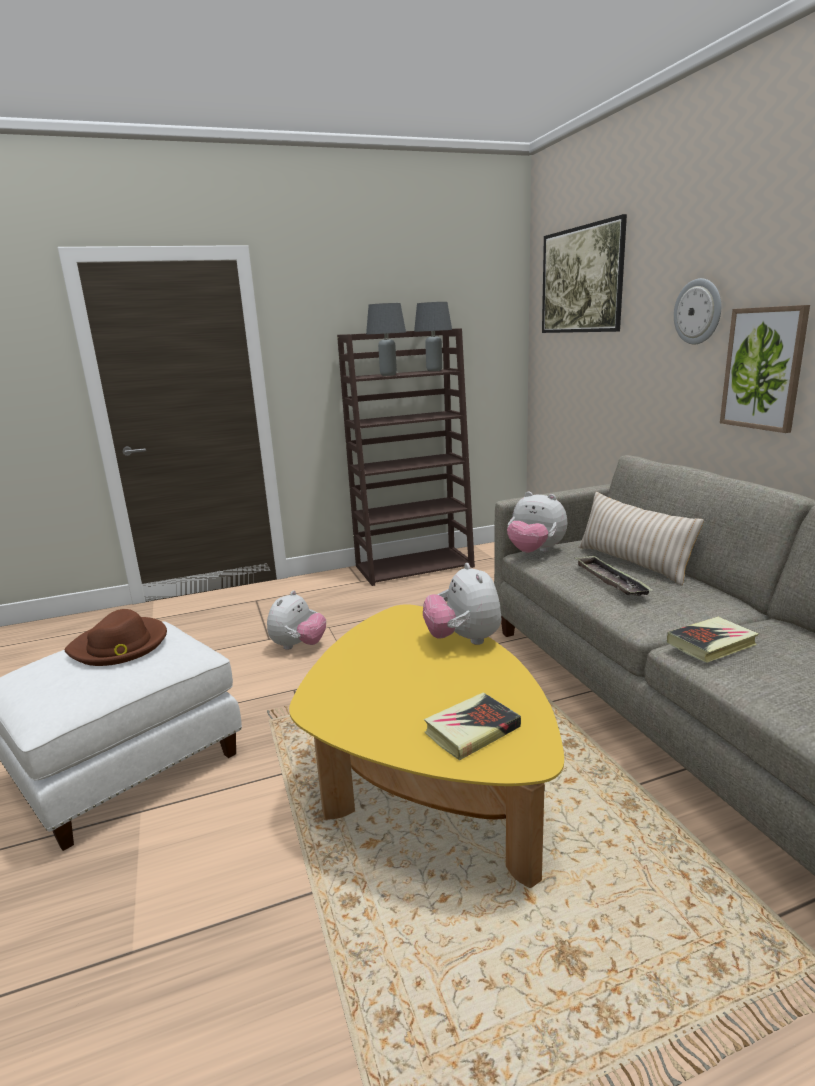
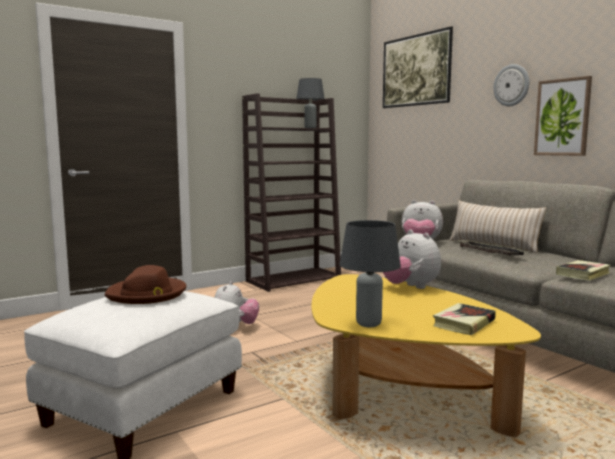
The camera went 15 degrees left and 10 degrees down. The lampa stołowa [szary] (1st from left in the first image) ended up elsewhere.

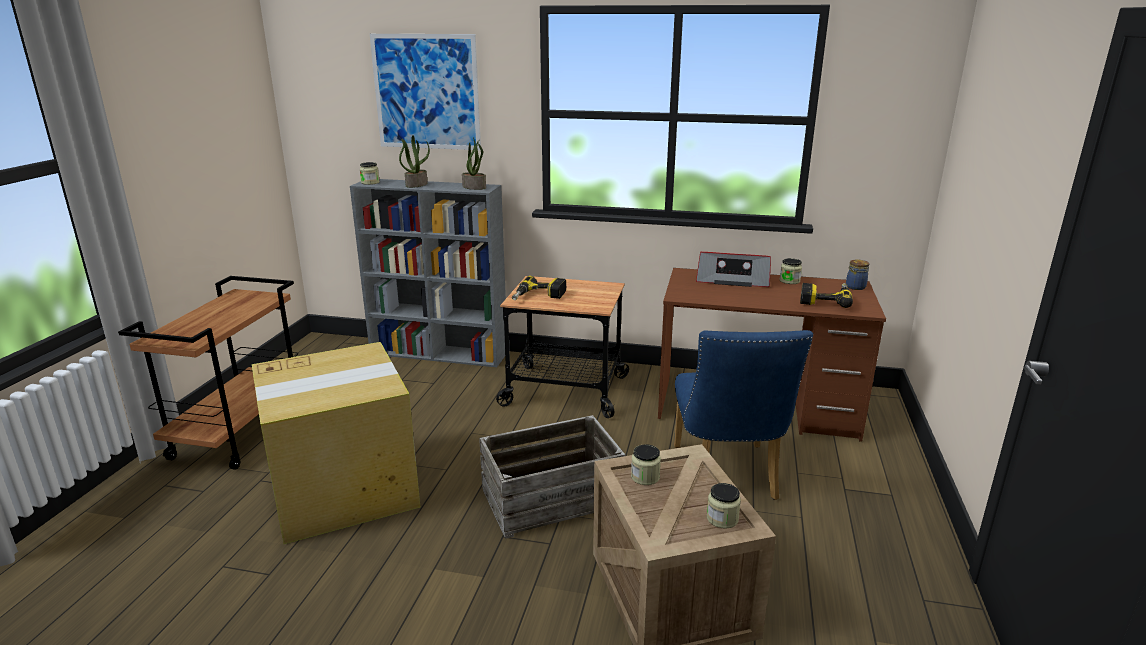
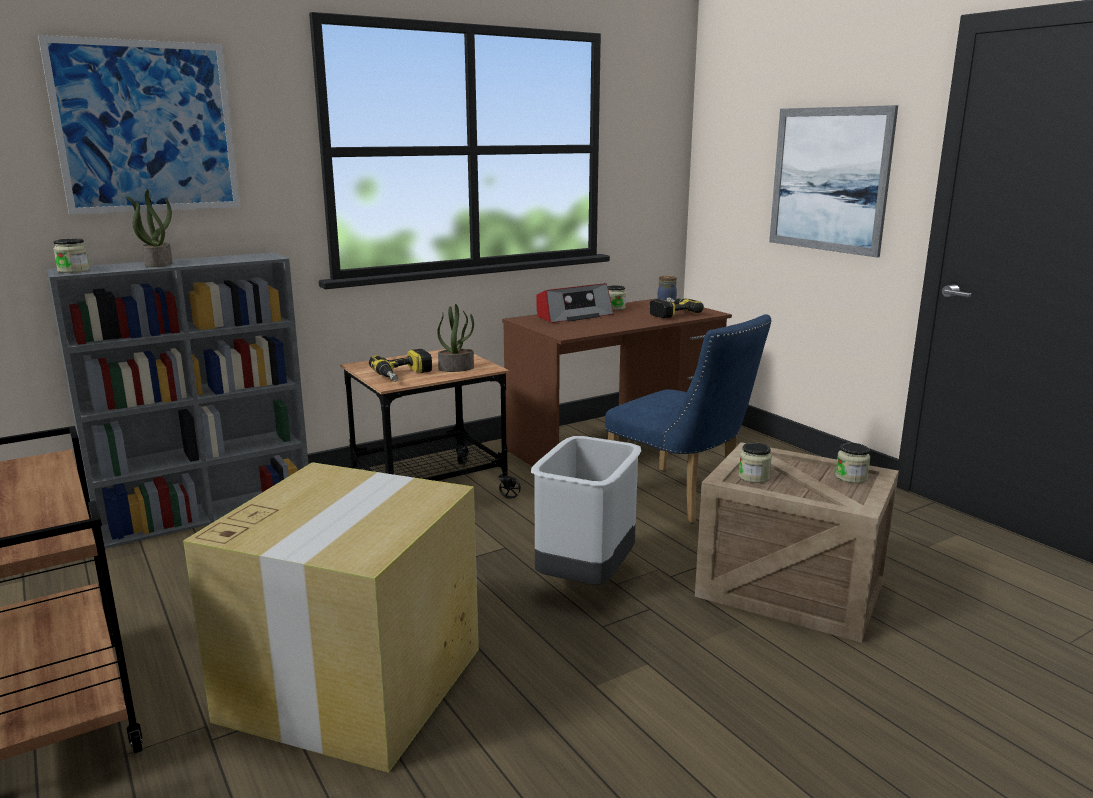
The camera went 45 degrees left and 5 degrees down. The roślina doniczkowa (2nd from left) ended up elsewhere. Where the skrzynka (1st from left) stood, the kosz na śmieci [szary] came to stand. The second view gained the obraz (2nd from left).

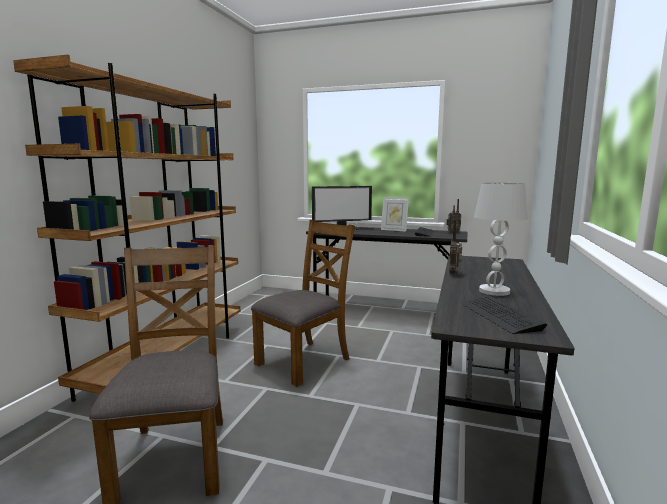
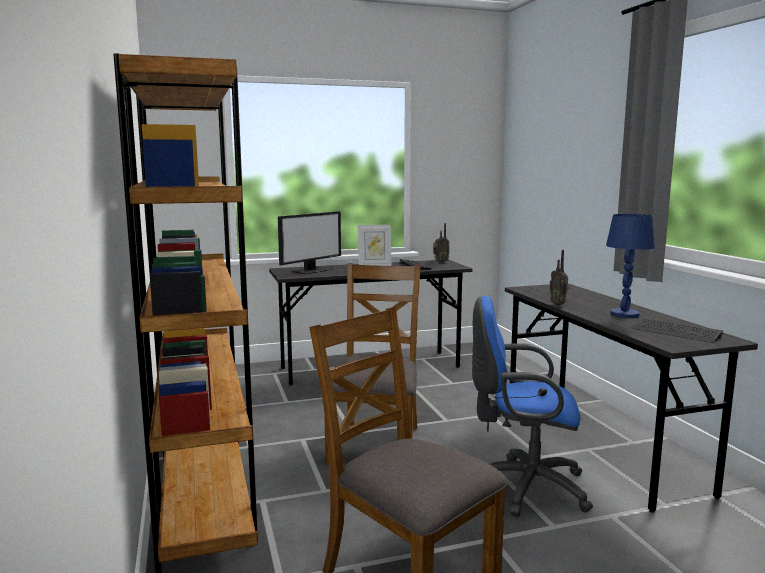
The camera went 35 degrees left and 0 degrees up. The second view gained the krzesło biurowe [niebieski]. What was the lampa stołowa [biały] turned into the lampa stołowa [niebieski].

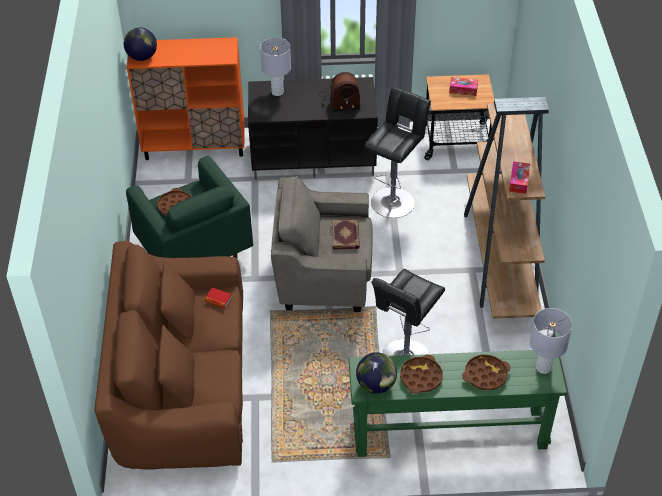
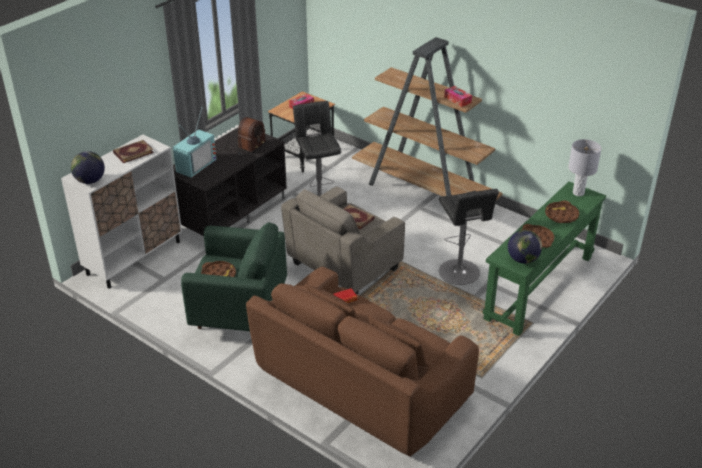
The camera went 50 degrees left and 10 degrees down. What was the szafka [pomarańczowy] turned into the szafka [biały]. The second view gained the książka (1st from left). Where the lampa stołowa [szary] (1st from left) stood, the telewizor came to stand.

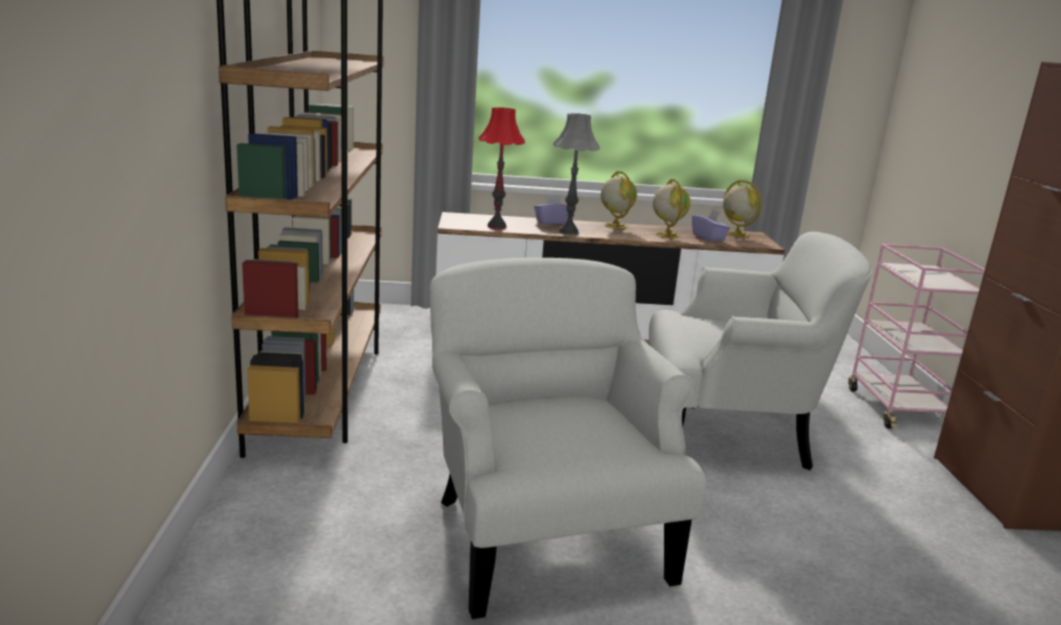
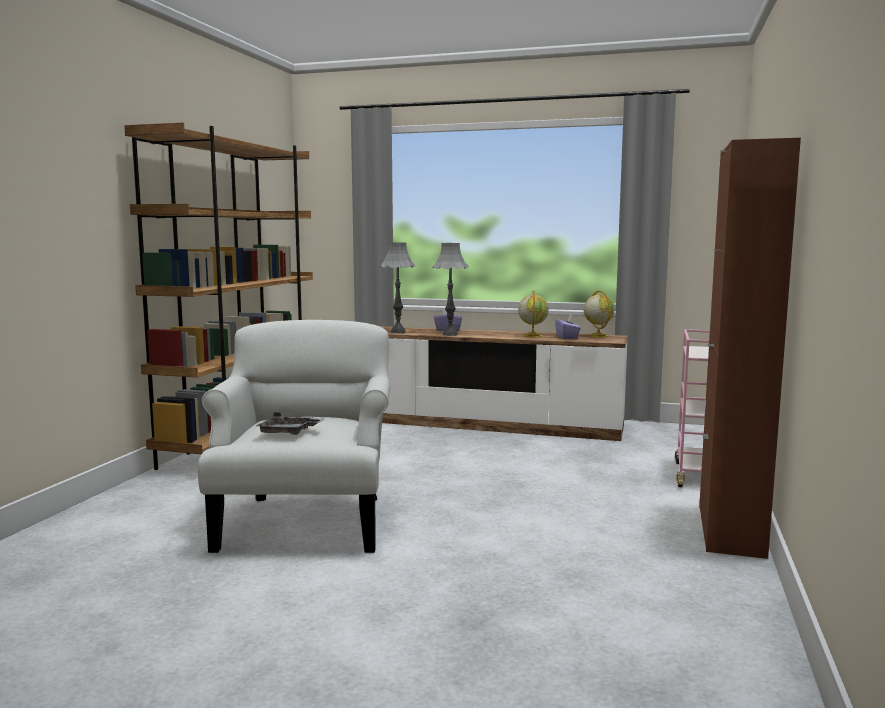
The camera went 20 degrees right and 10 degrees down. The second view gained the taca [szary]. What was the lampa stołowa [czerwony] turned into the lampa stołowa [szary] (1st from left). The second view lost the globus (1st from left). The second view lost the fotel [biały] (2nd from left).

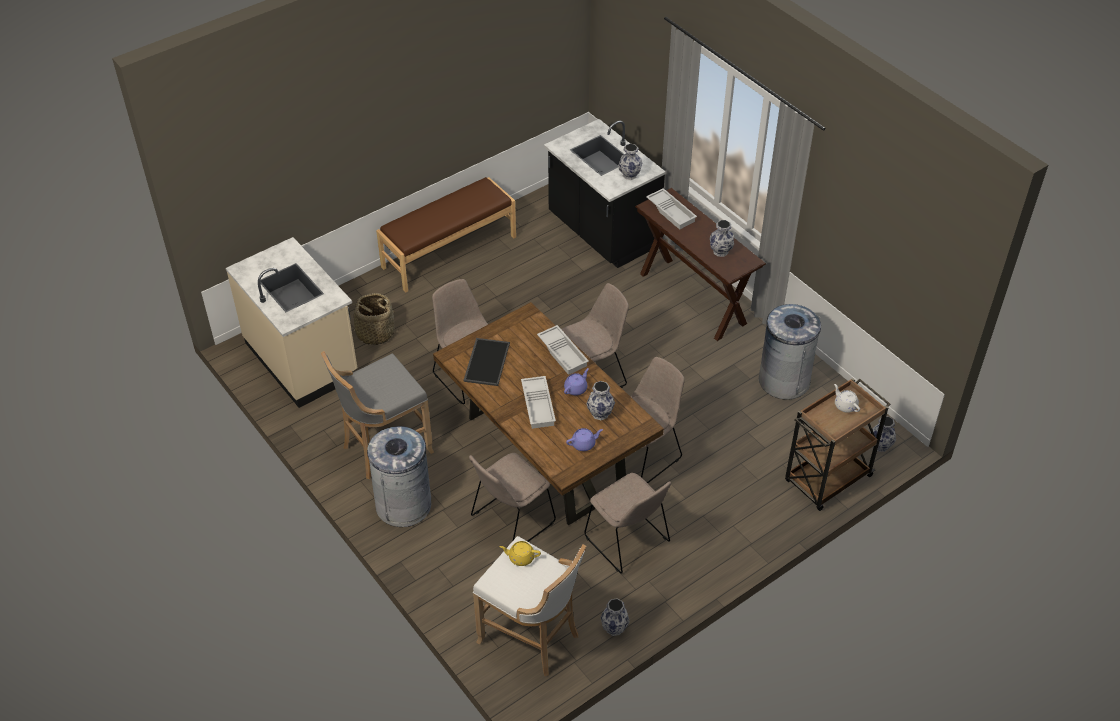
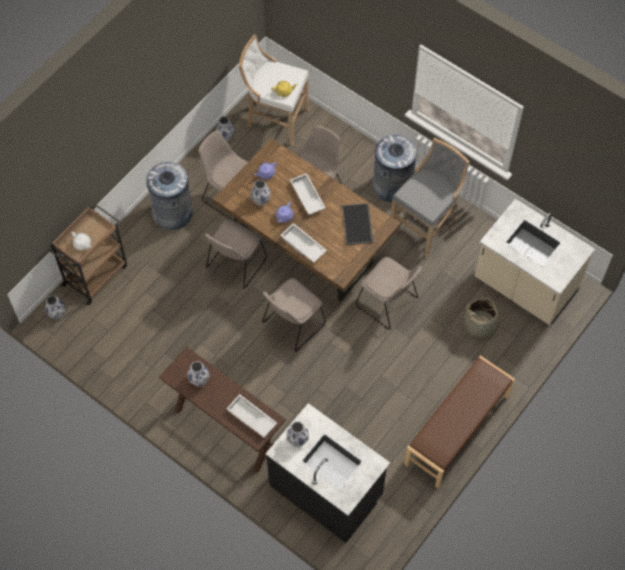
The camera went 165 degrees right and 15 degrees up. The kosz na śmieci [szary] (2nd from left in the first image) ended up elsewhere.

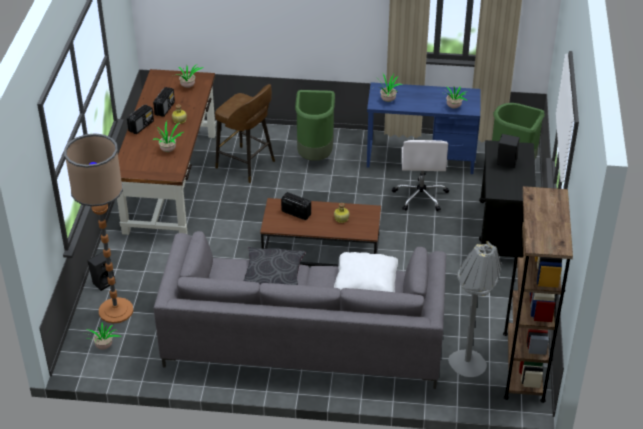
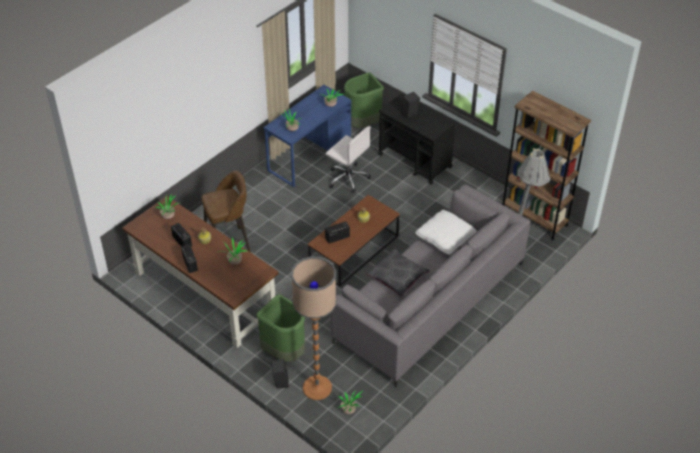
The camera went 55 degrees left and 5 degrees up. The kosz na śmieci [zielony] (1st from left) ended up elsewhere.

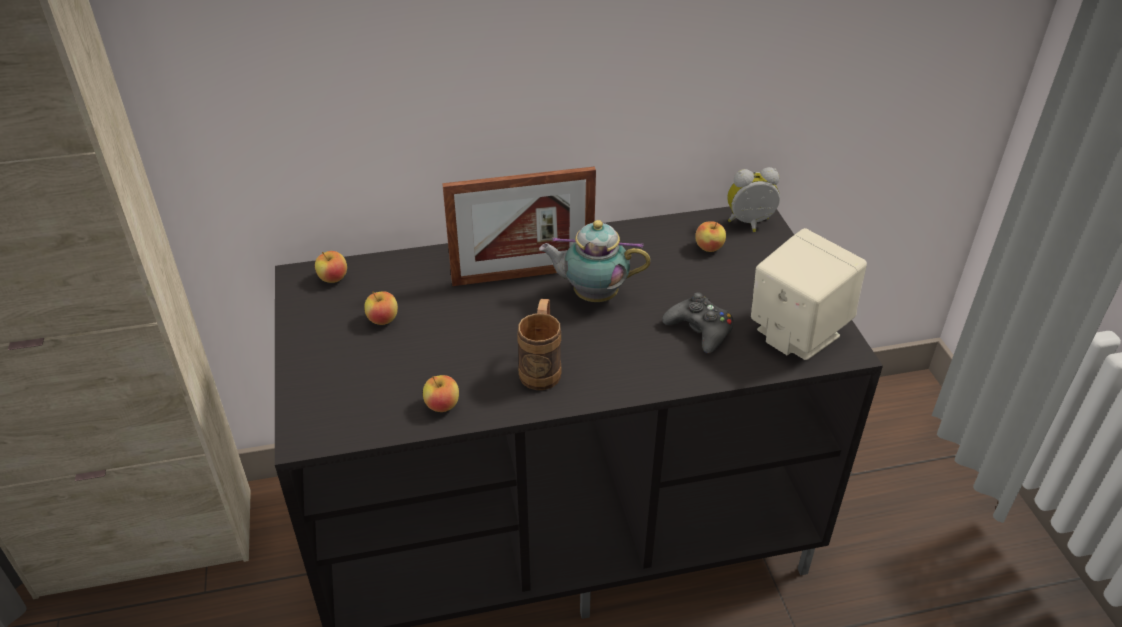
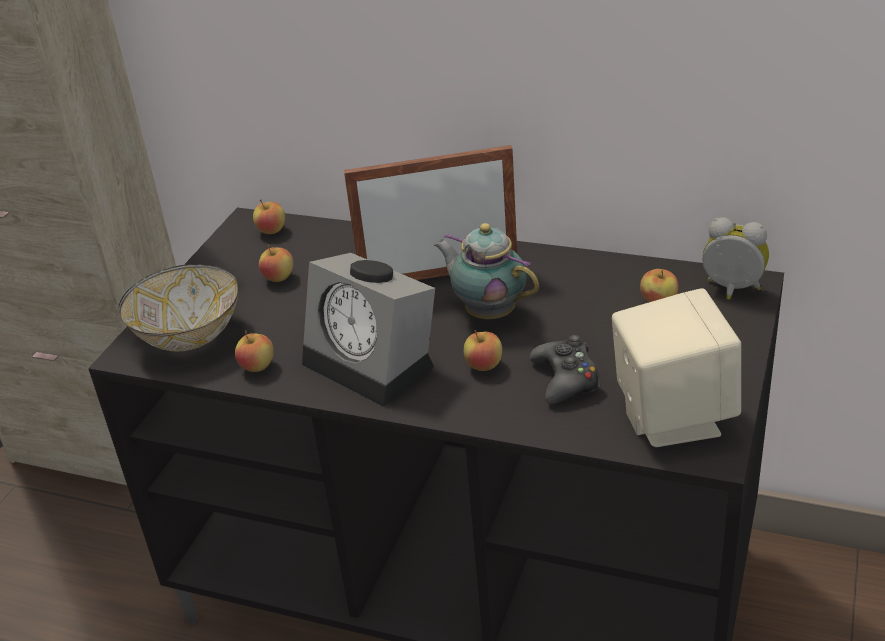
The camera went 35 degrees right and 5 degrees down. The second view gained the miska. Where the kubek [brązowy] stood, the budzik (1st from left) came to stand. The ramka na zdjęcie ended up facing another way, 150 degrees clockwise from before. The second view gained the jabłko (4th from left).

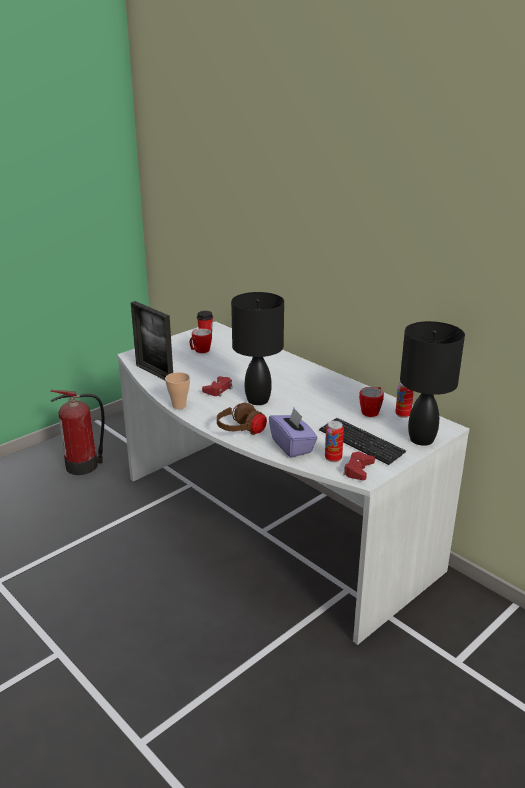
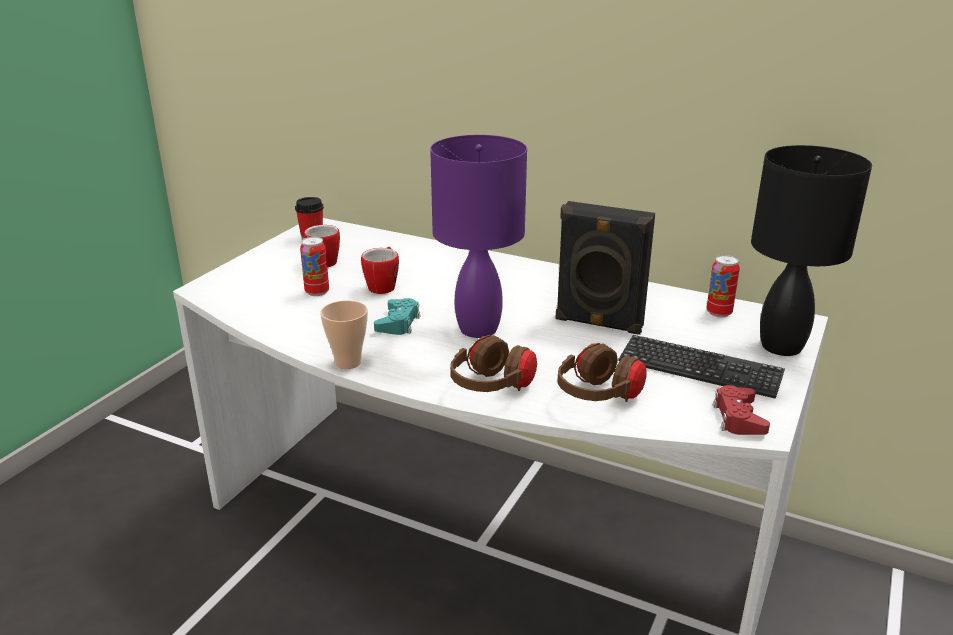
The camera went 20 degrees left and 0 degrees up. The puszka (1st from left) ended up elsewhere. The kubek (2nd from left) ended up elsewhere. What was the pad do gier [czerwony] (1st from left) turned into the pad do gier [turkusowy]. What was the lampa stołowa [czarny] (1st from left) turned into the lampa stołowa [fioletowy]. The second view gained the głośnik [czarny]. Where the pudełko chusteczek [fioletowy] stood, the słuchawki [brązowy] (2nd from left) came to stand. The second view lost the gaśnica. The second view lost the ramka na zdjęcie.

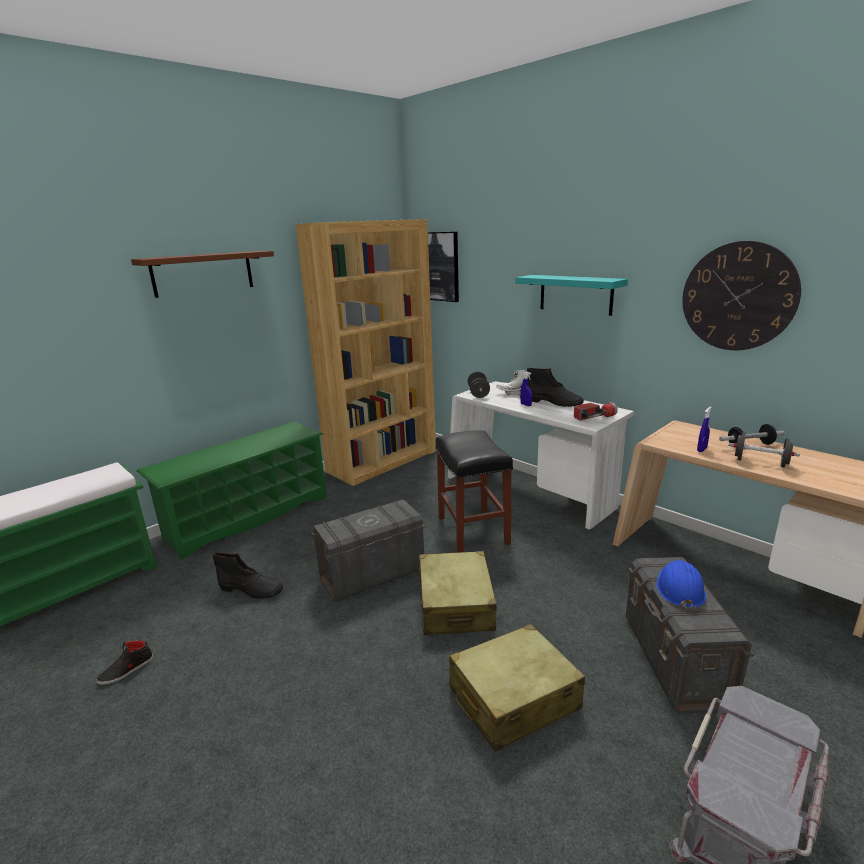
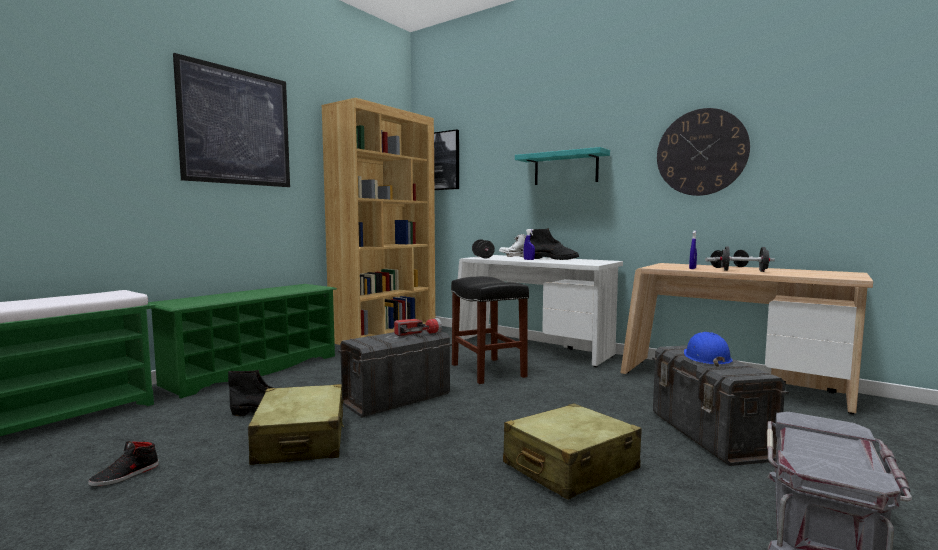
The camera went 10 degrees left and 15 degrees down. Where the półka [brązowy] hung, the obraz (1st from left) came to hang. The walizka [beżowy] (1st from left) ended up elsewhere. The latarka ended up elsewhere.

